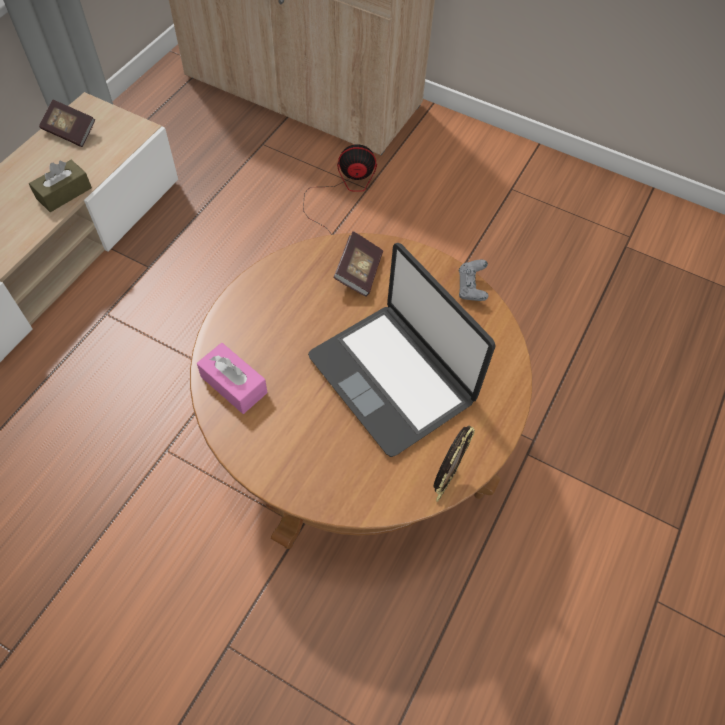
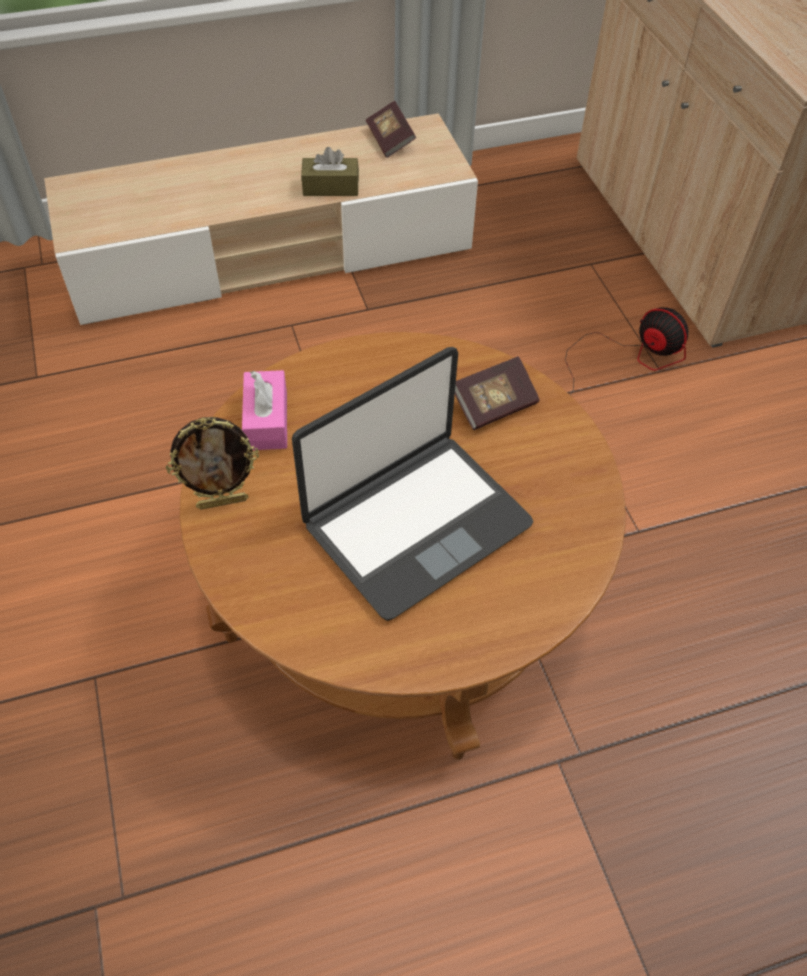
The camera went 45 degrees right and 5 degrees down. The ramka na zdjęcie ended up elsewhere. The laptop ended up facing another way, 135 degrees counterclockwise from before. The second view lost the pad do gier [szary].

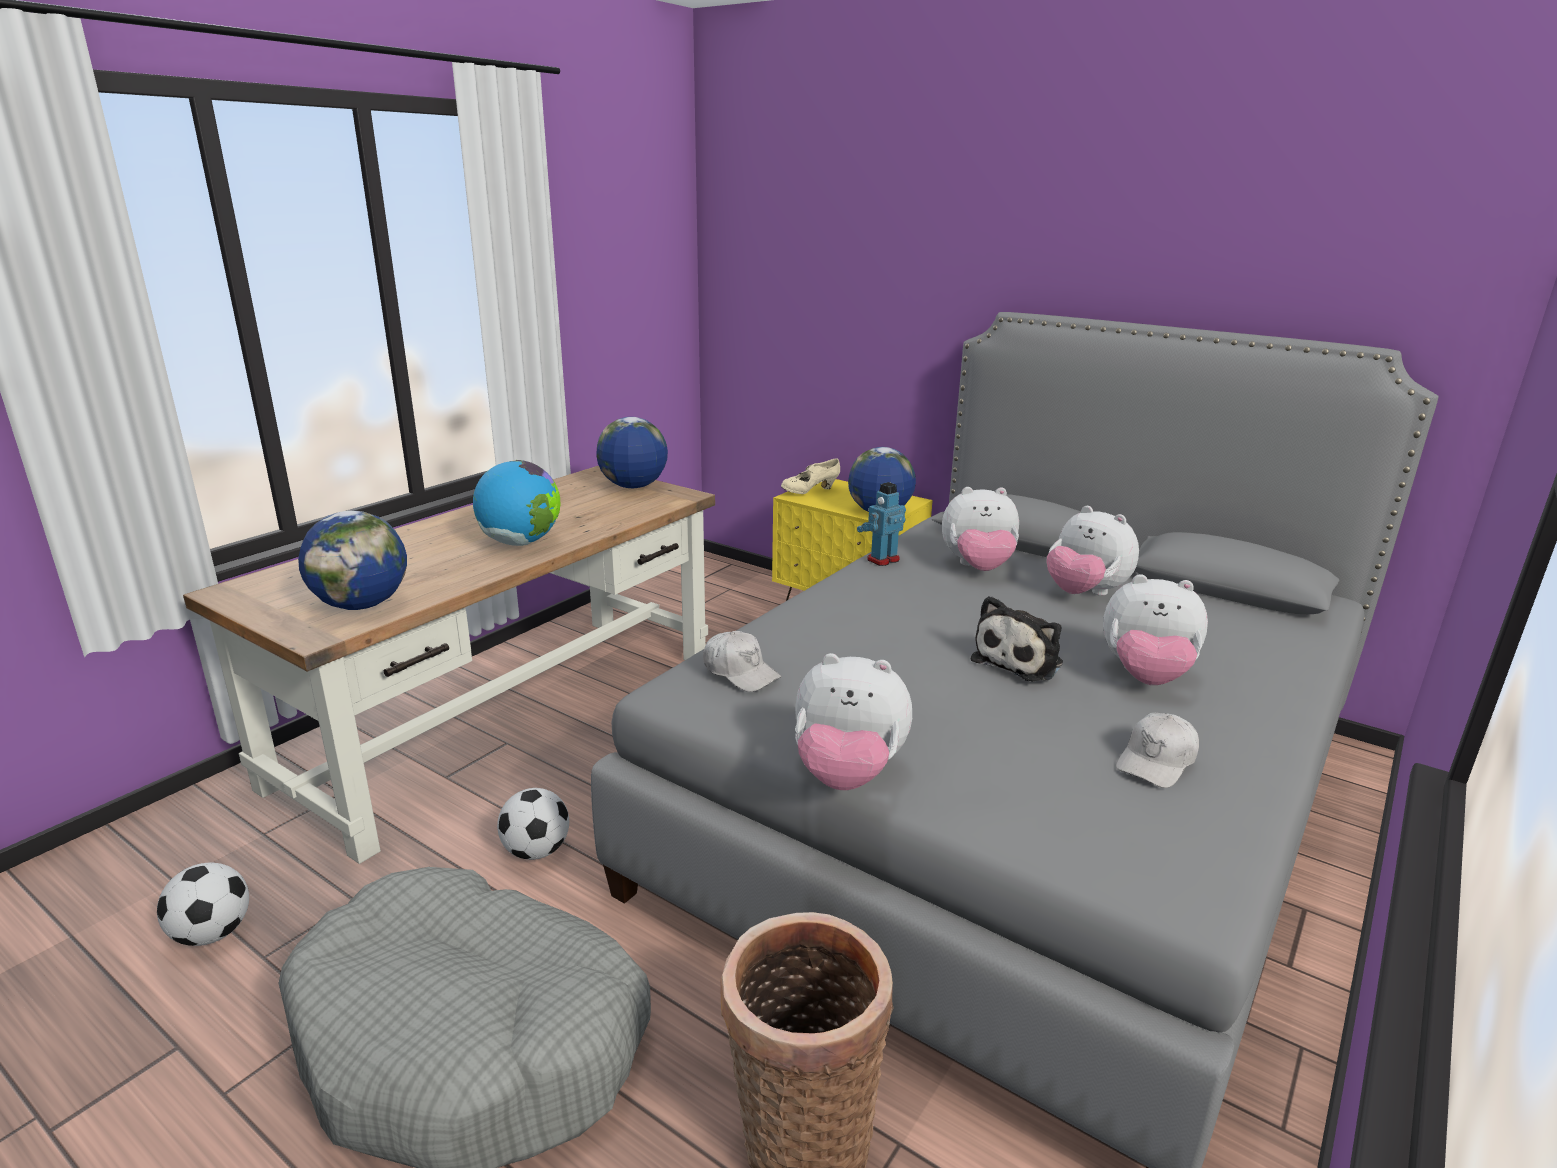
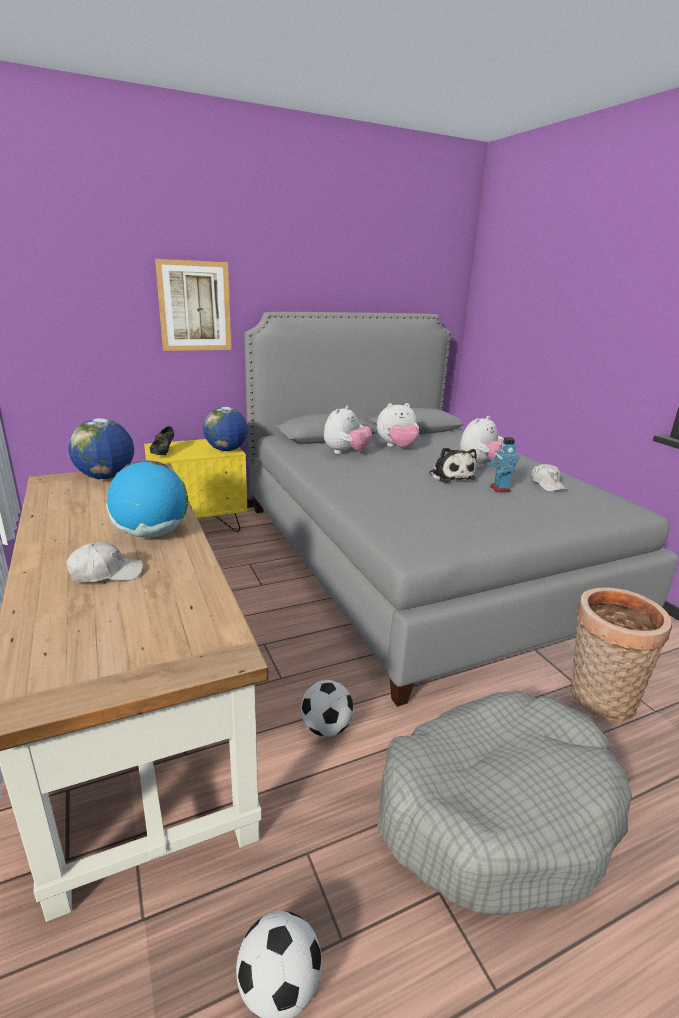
The camera went 60 degrees left and 0 degrees up. The czapka z daszkiem [biały] (1st from left) ended up elsewhere. What was the but [beżowy] turned into the but [czarny]. The second view gained the obraz. The robot zabawkowy ended up elsewhere. The second view lost the globus (1st from left). The second view lost the pluszak (1st from left).

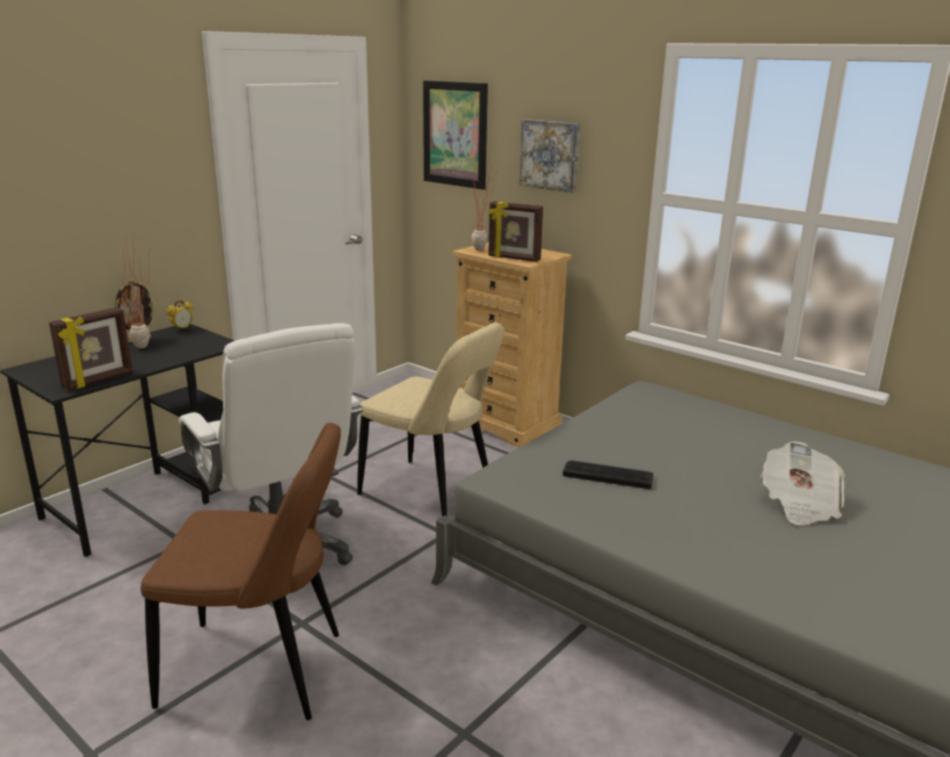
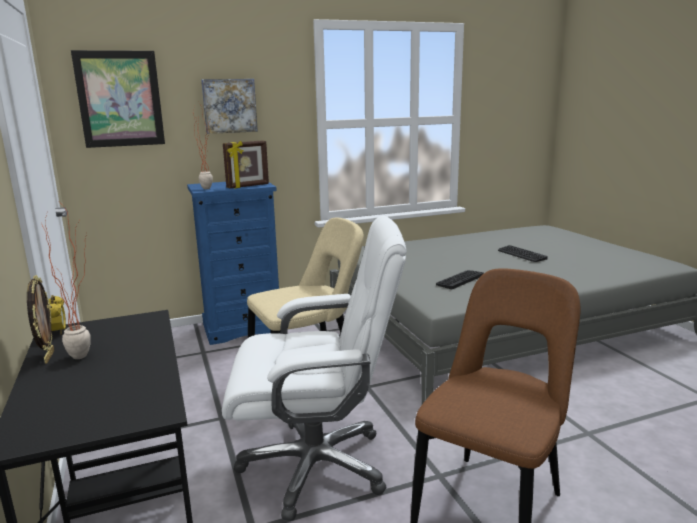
The camera went 60 degrees left and 5 degrees down. What was the komoda [beżowy] turned into the komoda [niebieski]. Where the gazeta stood, the klawiatura (2nd from left) came to stand. The second view lost the ramka na zdjęcie (1st from left).

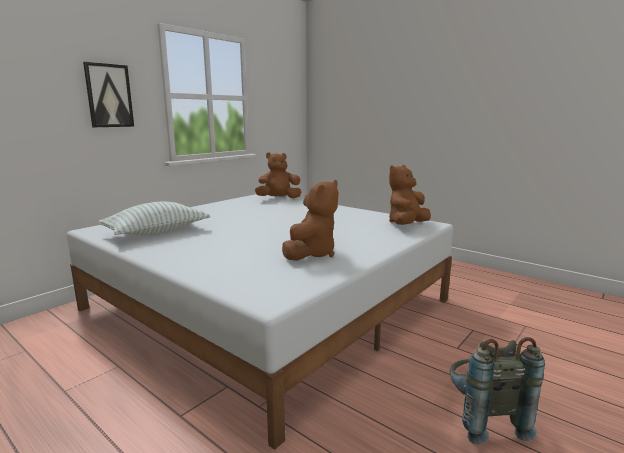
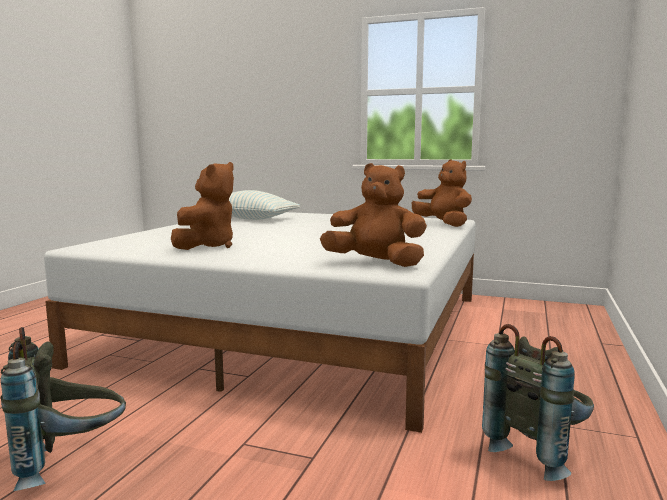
The camera went 70 degrees right and 5 degrees down. The pluszak [brązowy] (2nd from left in the first image) ended up facing another way, 75 degrees counterclockwise from before. The second view gained the plecak [szary] (2nd from left). The second view lost the obraz.

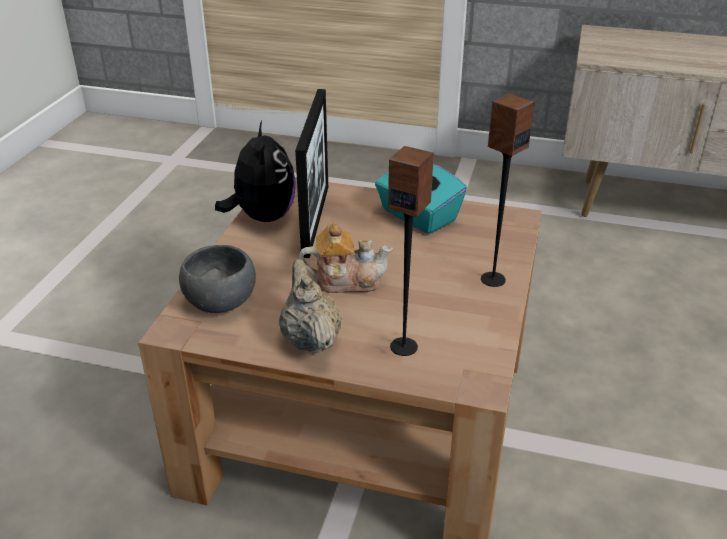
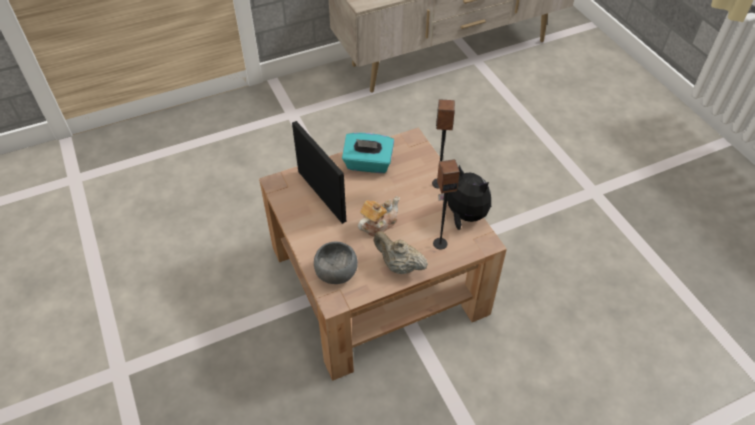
The camera went 40 degrees left and 15 degrees up. The pluszak ended up elsewhere.

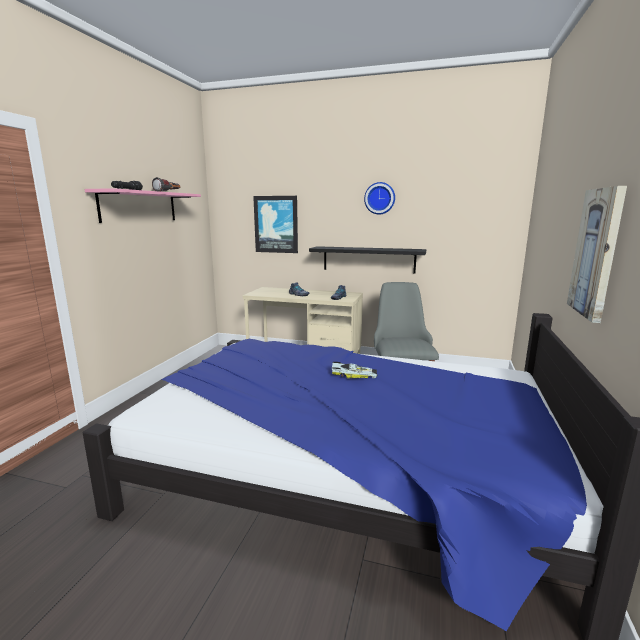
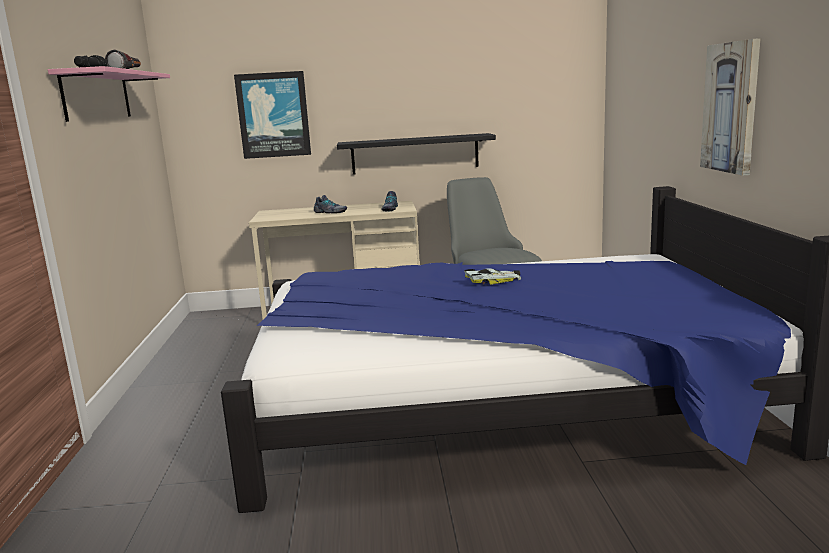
The camera went 20 degrees left and 0 degrees up. The second view lost the zegar ścienny.

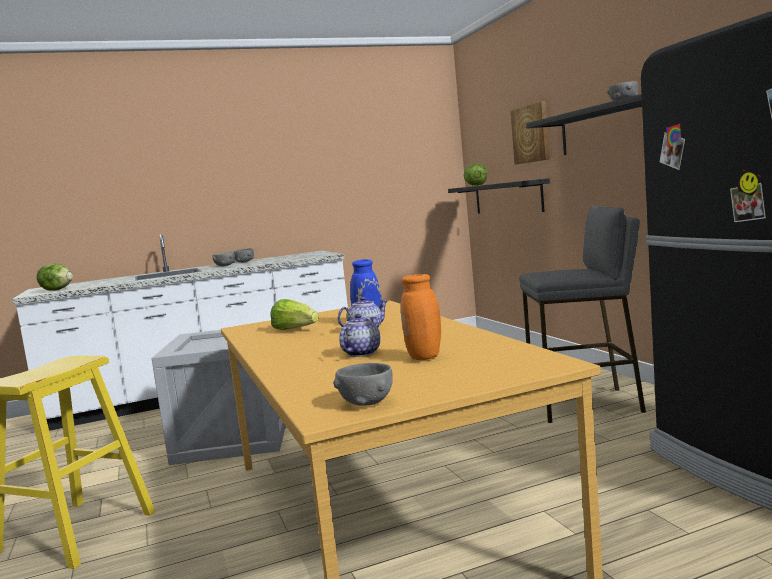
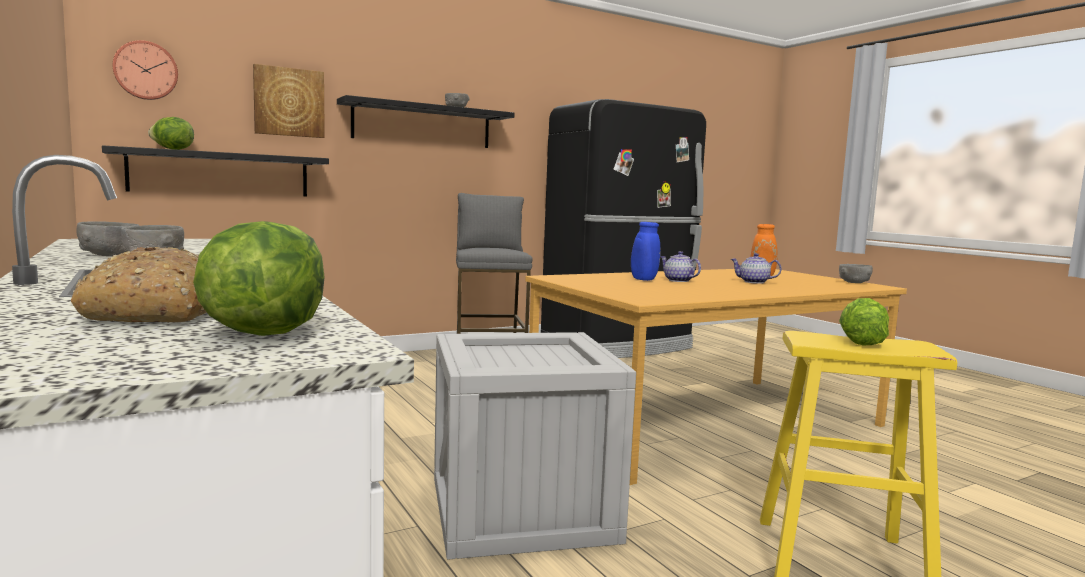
The camera went 100 degrees left and 0 degrees up. The second view gained the chleb. The second view gained the zegar ścienny. The sałata (2nd from left in the first image) ended up elsewhere.

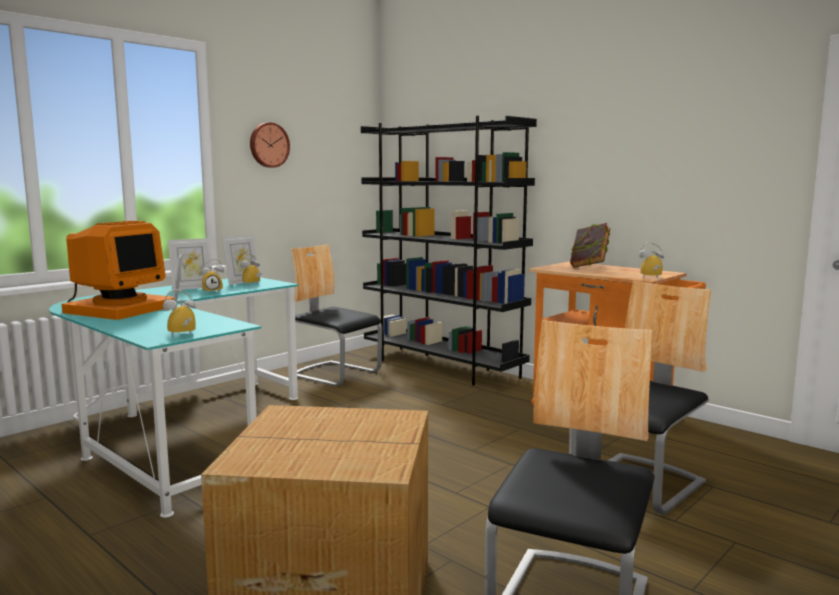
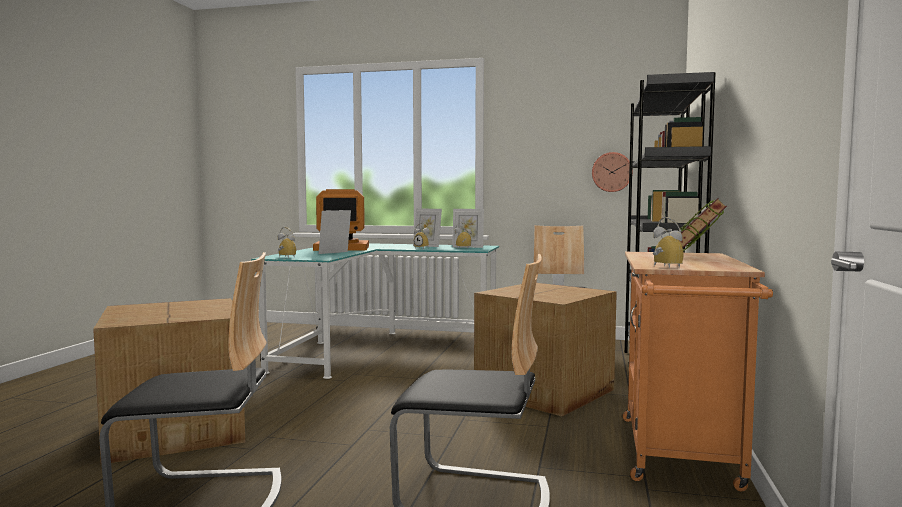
The camera went 60 degrees right and 5 degrees down. The second view gained the karton (2nd from left). The zegar ścienny ended up elsewhere.

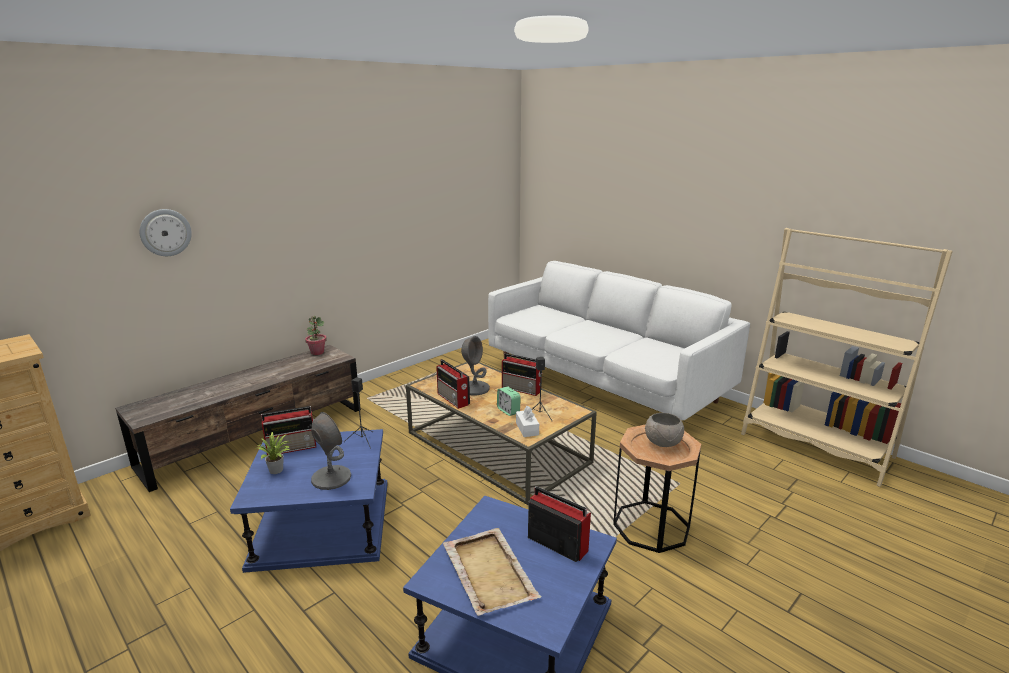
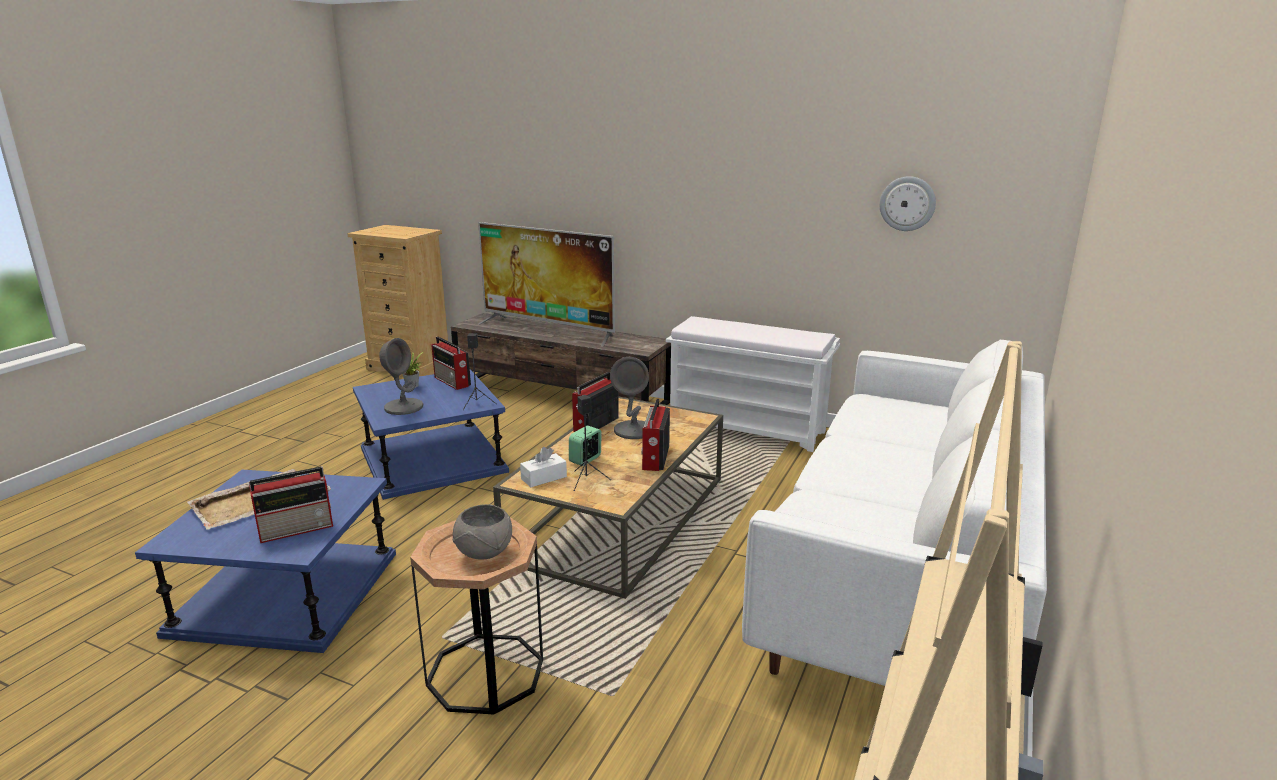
The camera went 70 degrees right and 0 degrees up. The radio (4th from left in the first image) ended up facing another way, 45 degrees clockwise from before. The second view gained the telewizor. The second view gained the ławka [biały]. The zegar ścienny ended up elsewhere. The second view lost the roślina doniczkowa (2nd from left).

